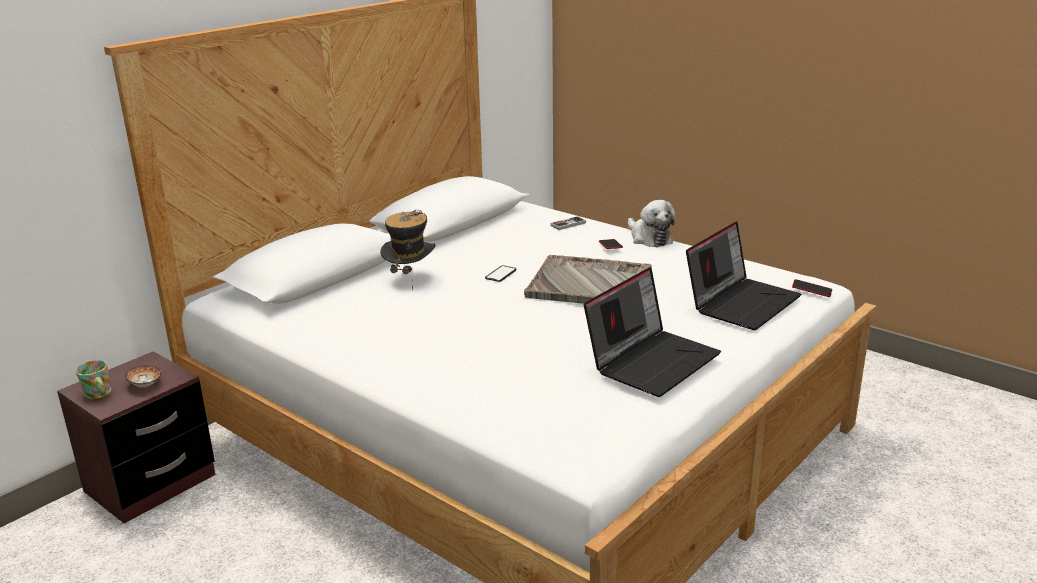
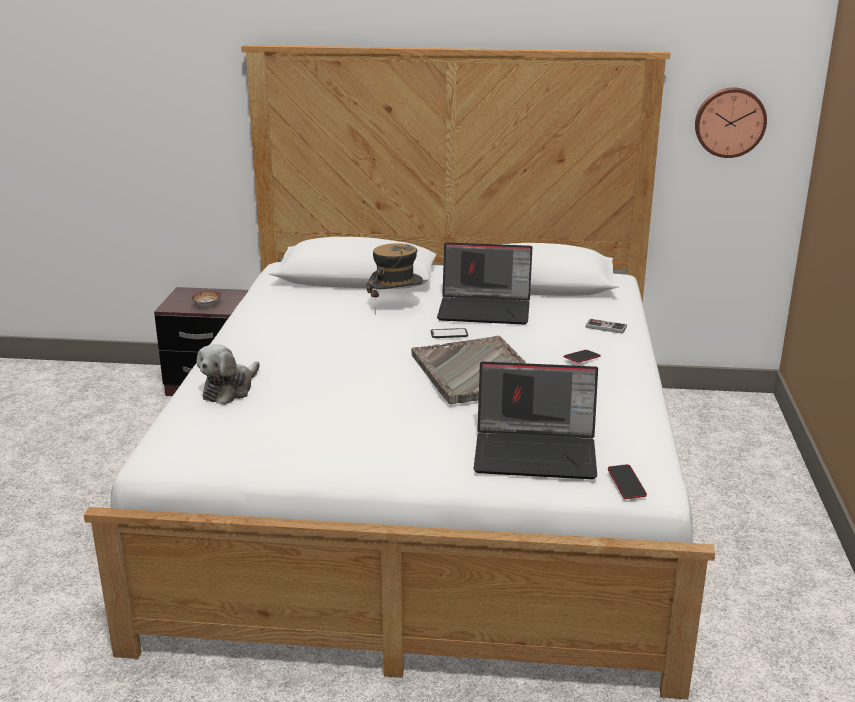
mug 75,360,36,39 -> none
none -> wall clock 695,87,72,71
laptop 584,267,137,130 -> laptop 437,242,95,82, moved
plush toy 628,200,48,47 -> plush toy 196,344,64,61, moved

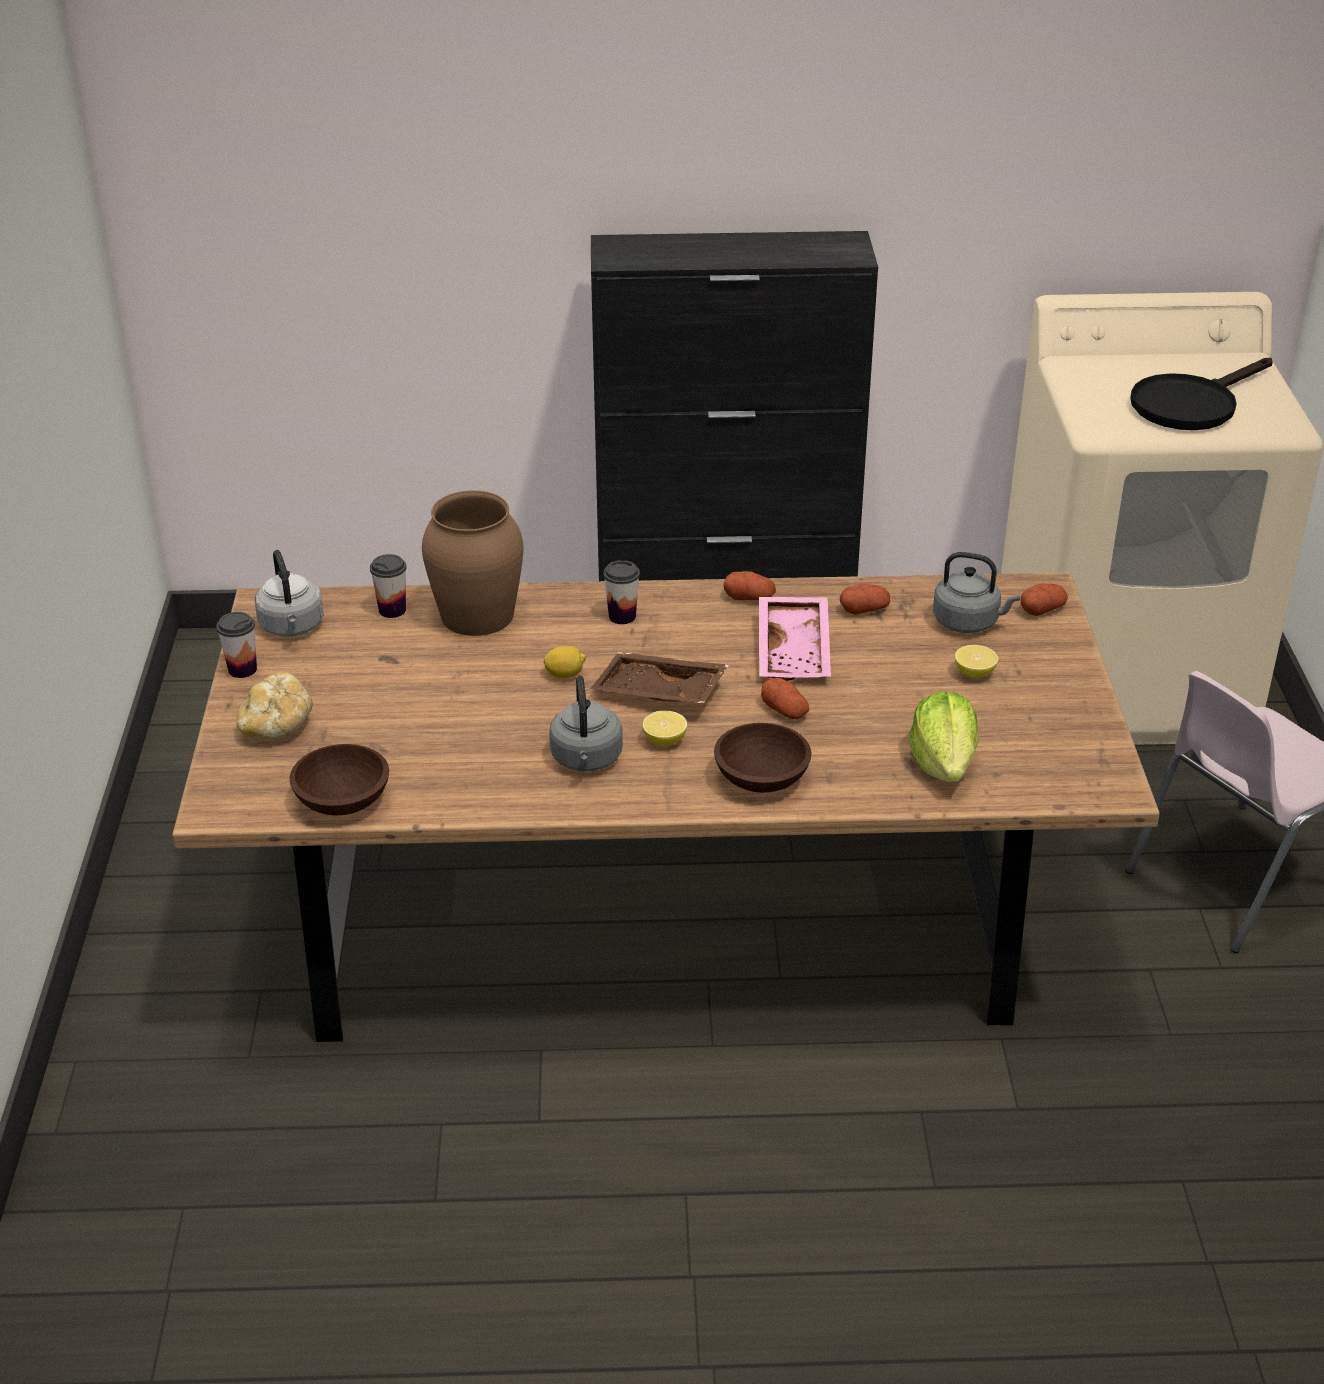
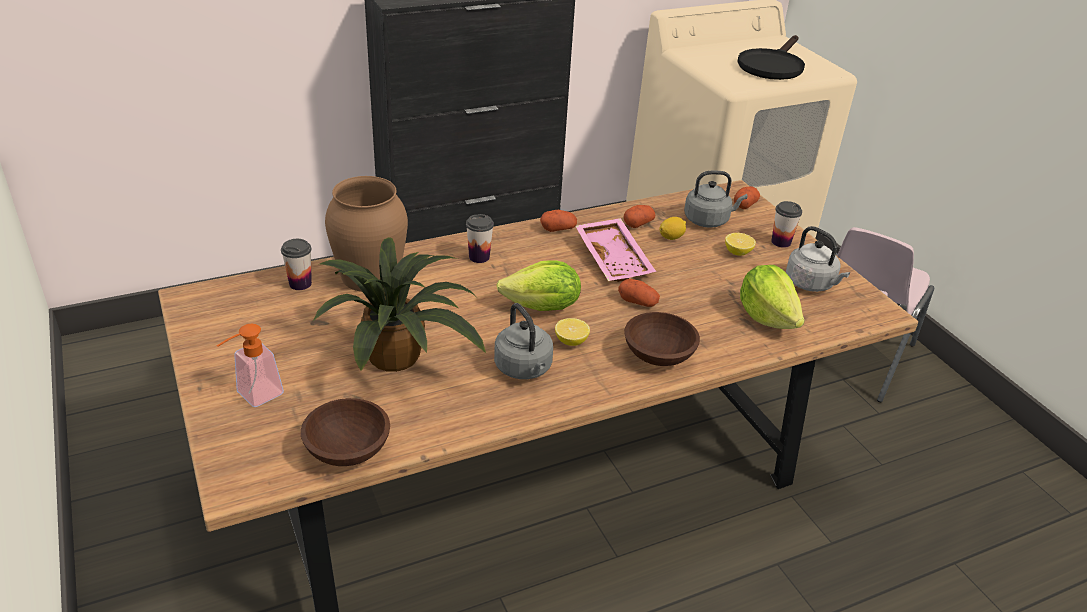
none -> potted plant 313,237,173,135
cup 216,612,41,66 -> cup 771,201,31,47, moved
grey kettle 255,550,69,87 -> grey kettle 786,226,64,66, moved
lemon 543,646,43,33 -> lemon 659,217,27,23, moved
bread 237,672,76,67 -> soap dispenser 216,324,68,83
brown tray 590,652,139,52 -> lettuce 496,260,85,51

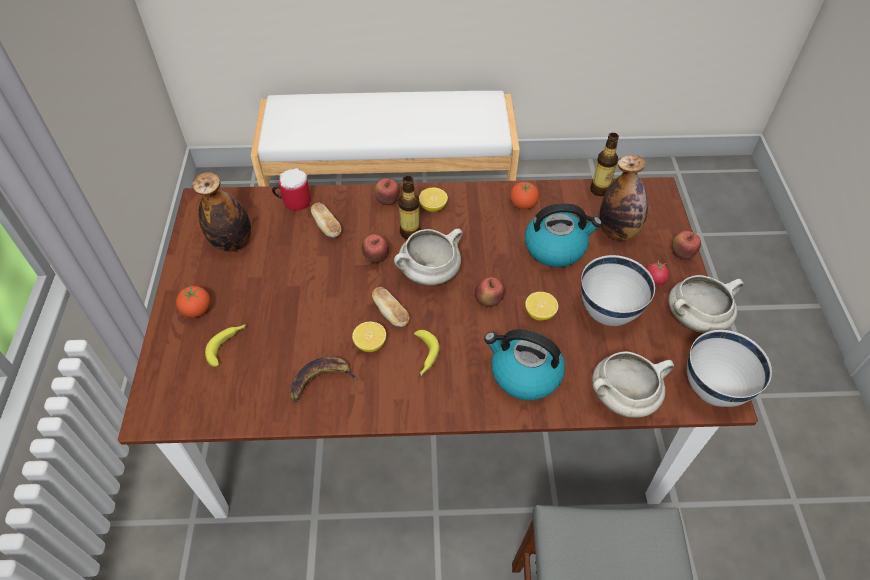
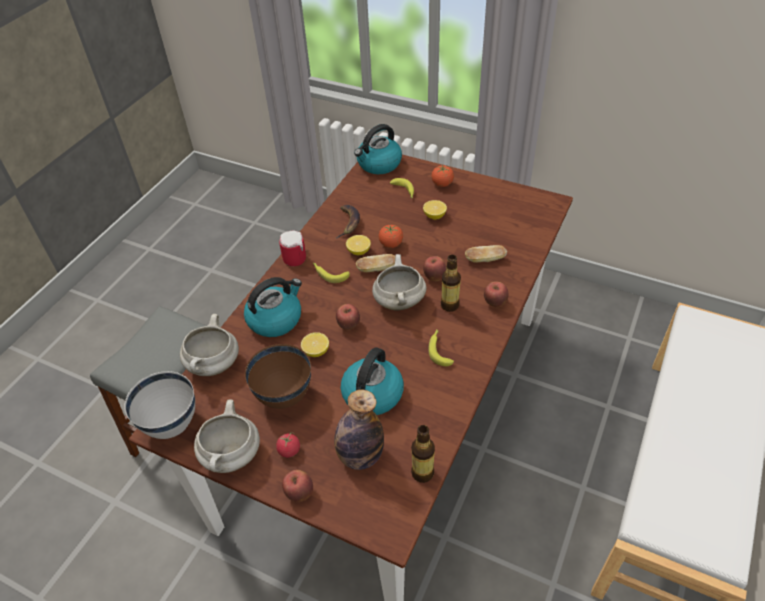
bottle 193,172,58,80 -> none
none -> kettle 354,124,48,50
none -> banana 428,329,26,37
mug 272,168,39,43 -> mug 279,230,27,36, moved
lemon 419,187,29,25 -> lemon 423,200,24,20, moved
tomato 510,181,29,29 -> tomato 379,225,24,23, moved
white bowl 581,255,74,71 -> brown bowl 245,344,66,65

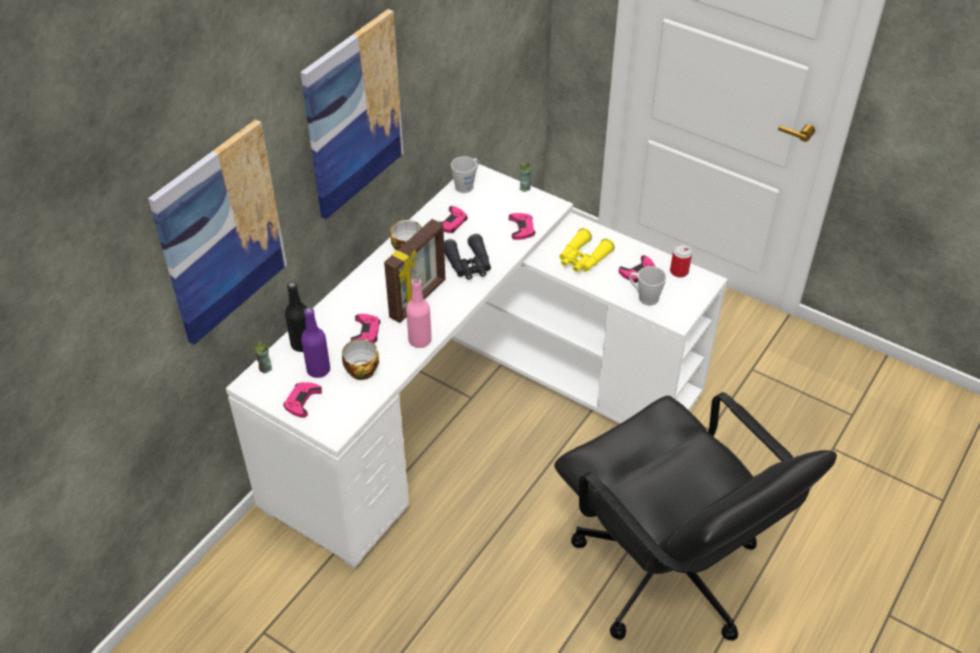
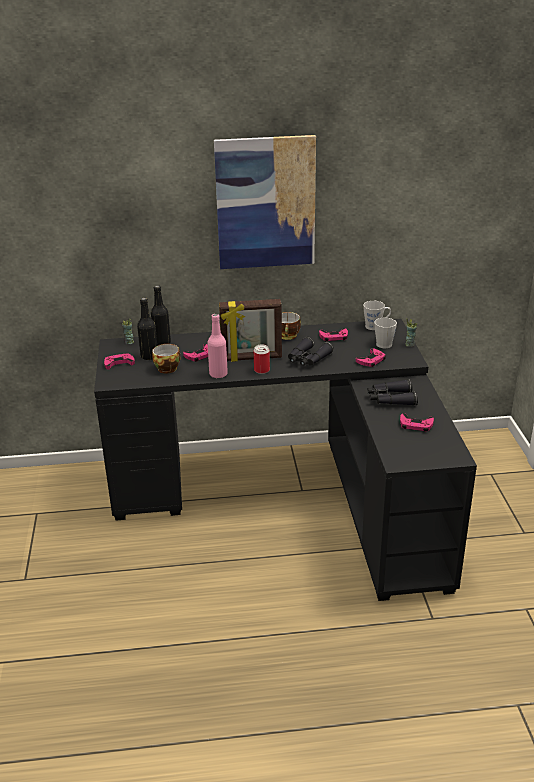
picture 148,119,139,226 -> none
black office chair 554,392,283,249 -> none
grey mug 629,266,37,39 -> grey mug 375,318,22,30, moved
can 670,244,22,33 -> can 254,344,16,30, moved
white desk 226,164,501,405 -> black desk 94,319,383,282
purple bottle 301,307,29,71 -> black bottle 137,298,20,62
yellow binoculars 559,228,56,44 -> black binoculars 367,379,51,27

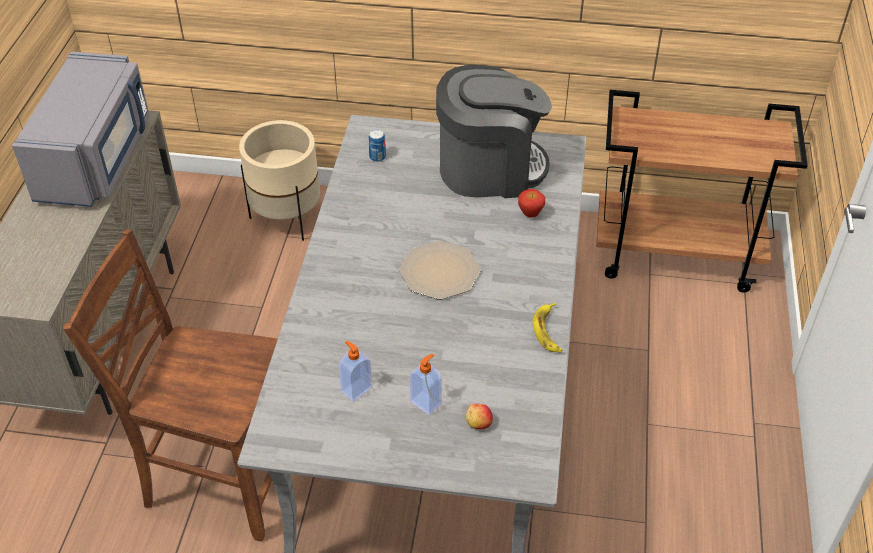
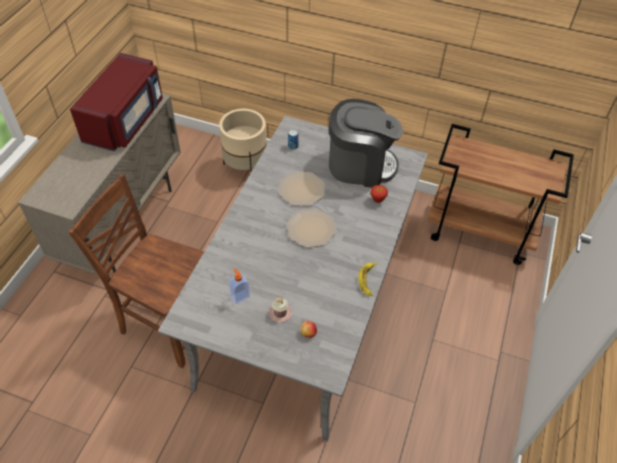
none -> plate 278,172,47,34
soap dispenser 410,354,32,61 -> pink mug 269,298,23,24
grey microwave 12,52,138,155 -> red microwave 70,53,93,99

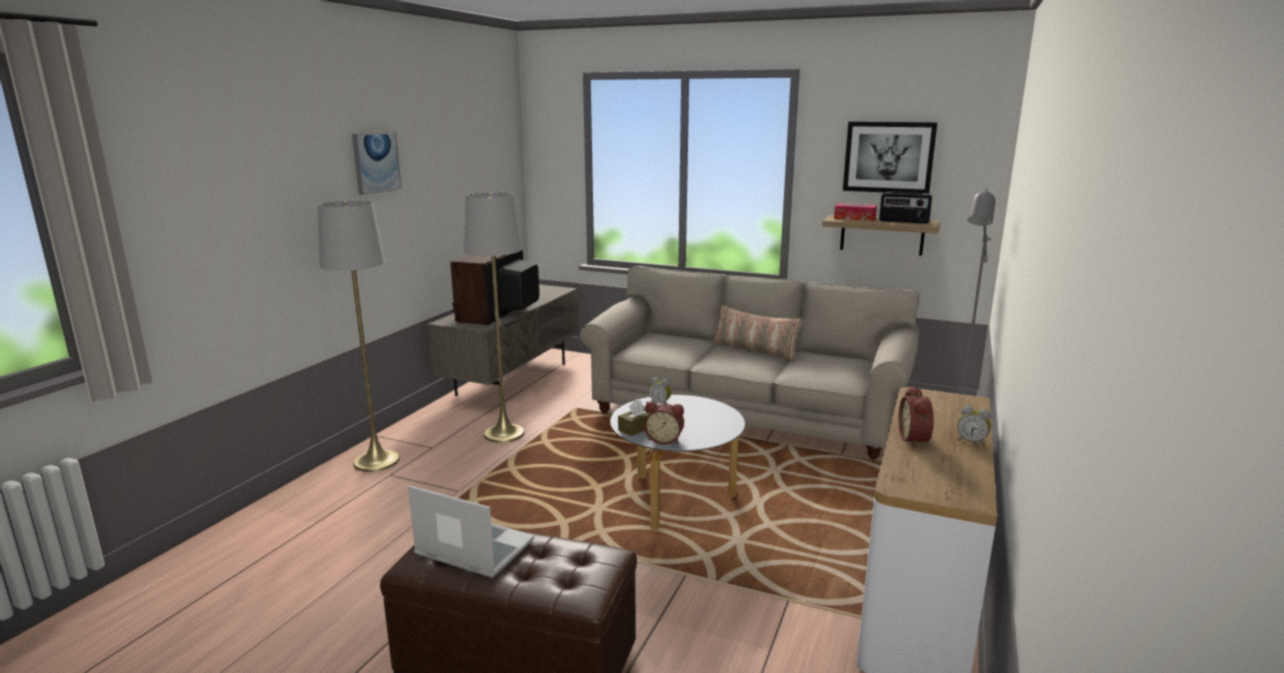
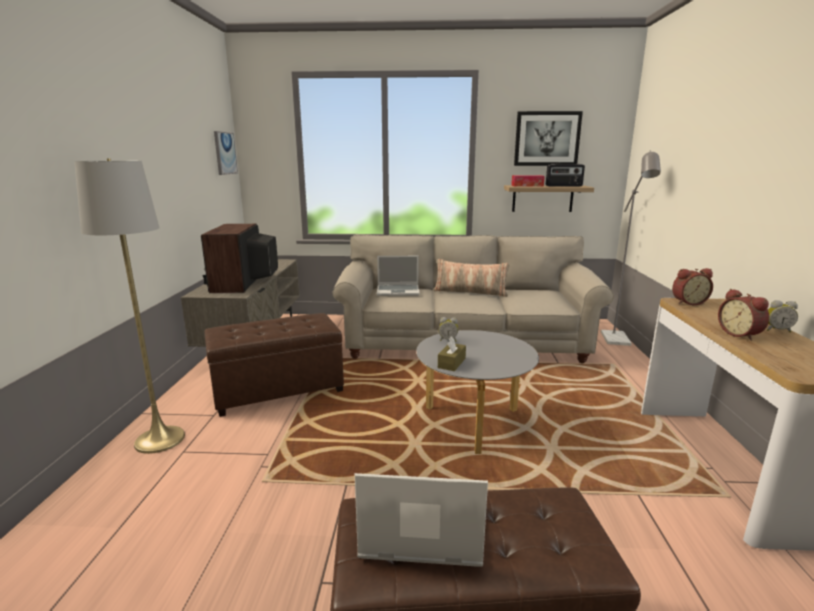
none -> laptop 377,256,43,40
picture 352,132,50,63 -> picture 214,131,24,44, moved
alarm clock 644,401,40,44 -> alarm clock 672,268,41,37, moved
grey floor lamp 464,192,61,251 -> brown ottoman 204,313,140,104

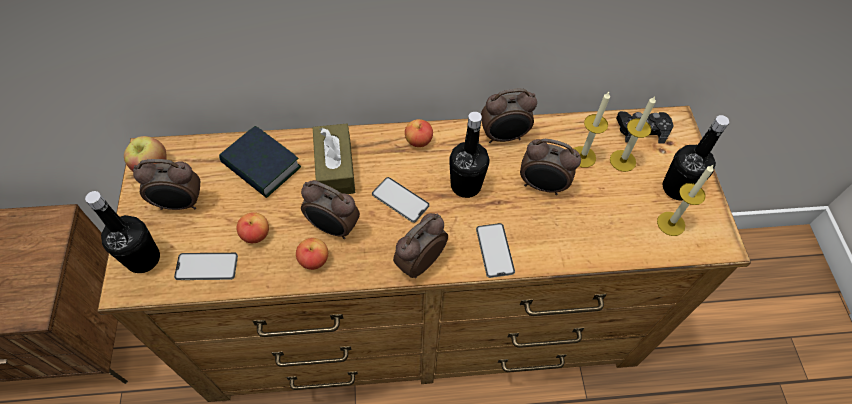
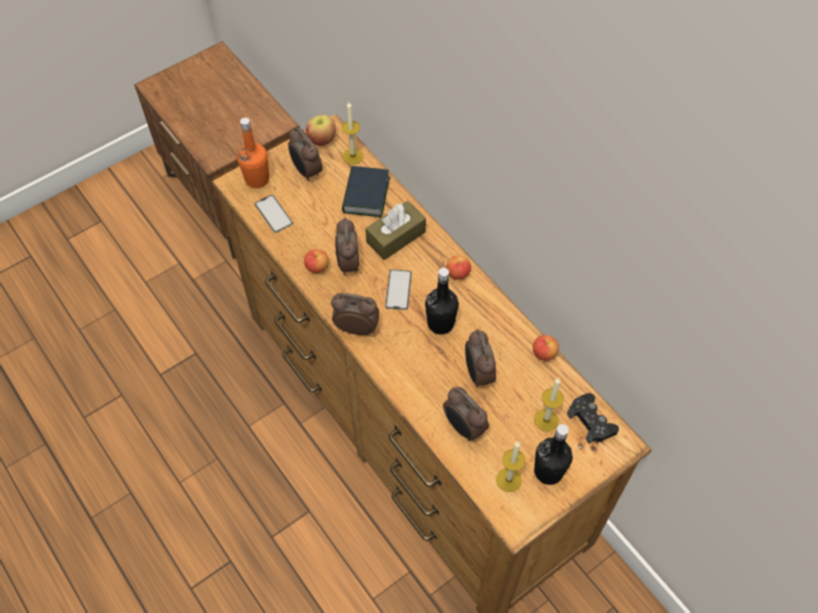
phone 476,223,39,55 -> none
apple 237,212,32,31 -> apple 533,335,26,26, moved
alarm clock 481,89,56,54 -> alarm clock 443,387,46,55, moved
candle 574,92,36,76 -> candle 342,102,21,63, moved
black bottle 85,191,75,82 -> orange bottle 237,118,32,70

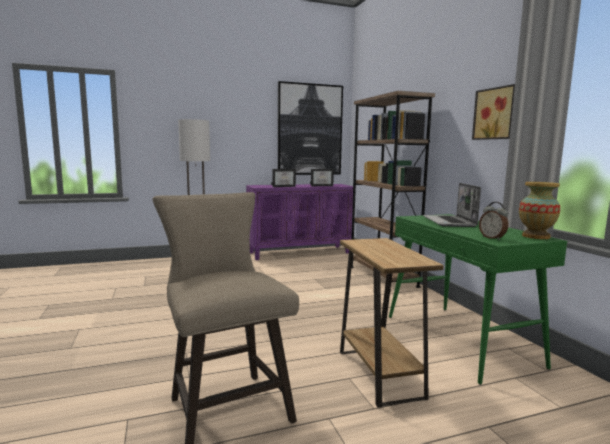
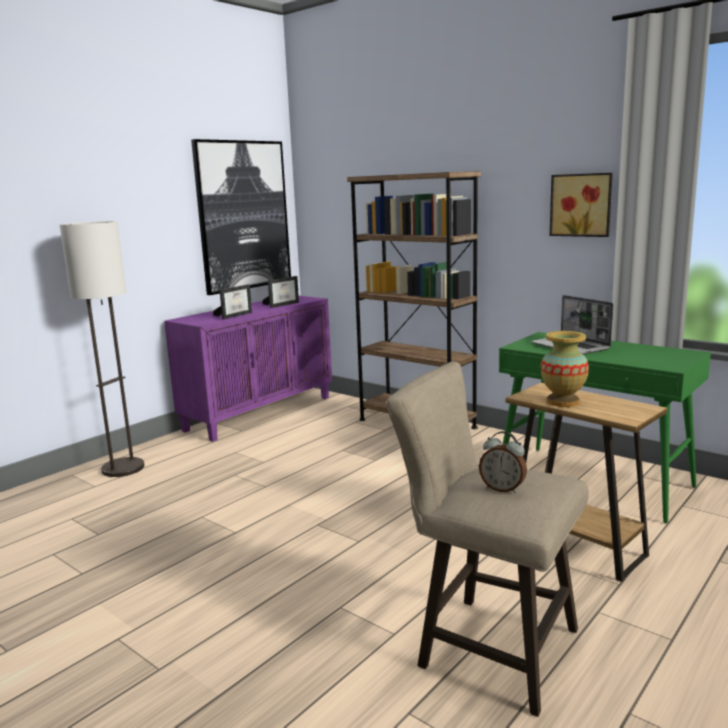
alarm clock 479,202,29,38 -> alarm clock 479,431,48,62, moved
vase 519,182,41,57 -> vase 541,331,48,76, moved

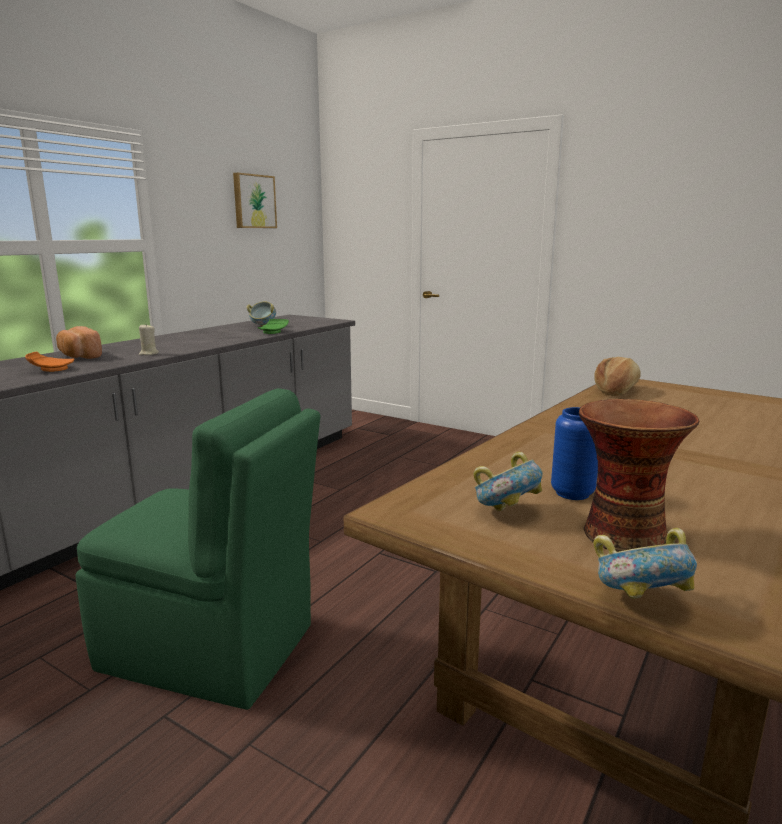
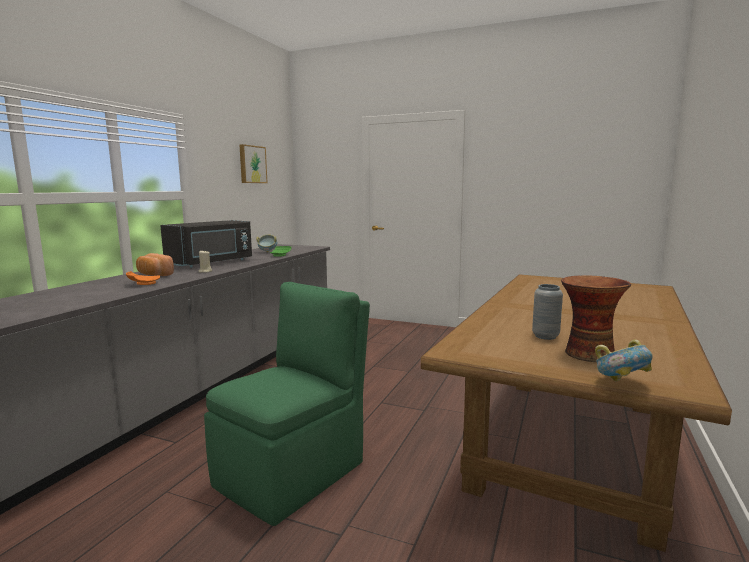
bowl 473,452,70,59 -> none
bread 594,357,46,39 -> none
none -> black microwave 160,220,92,48
blue vase 551,407,47,93 -> grey vase 532,284,31,56
green chair 76,388,245,322 -> green chair 204,282,166,244, 60 degrees counterclockwise

